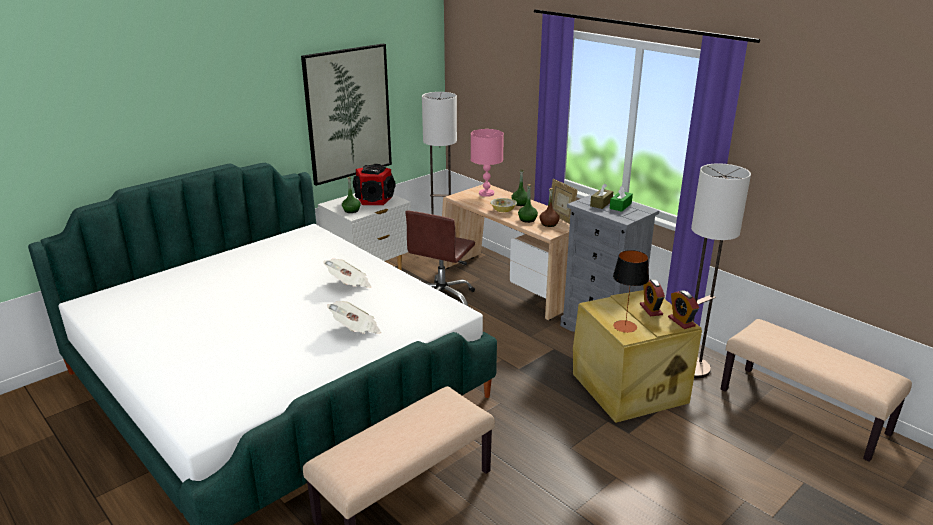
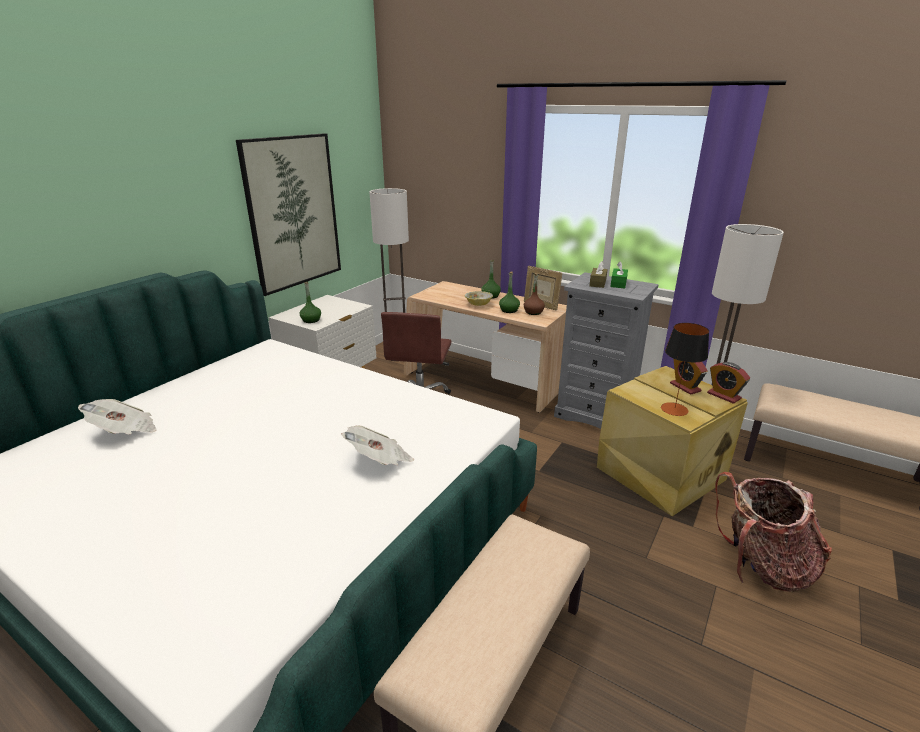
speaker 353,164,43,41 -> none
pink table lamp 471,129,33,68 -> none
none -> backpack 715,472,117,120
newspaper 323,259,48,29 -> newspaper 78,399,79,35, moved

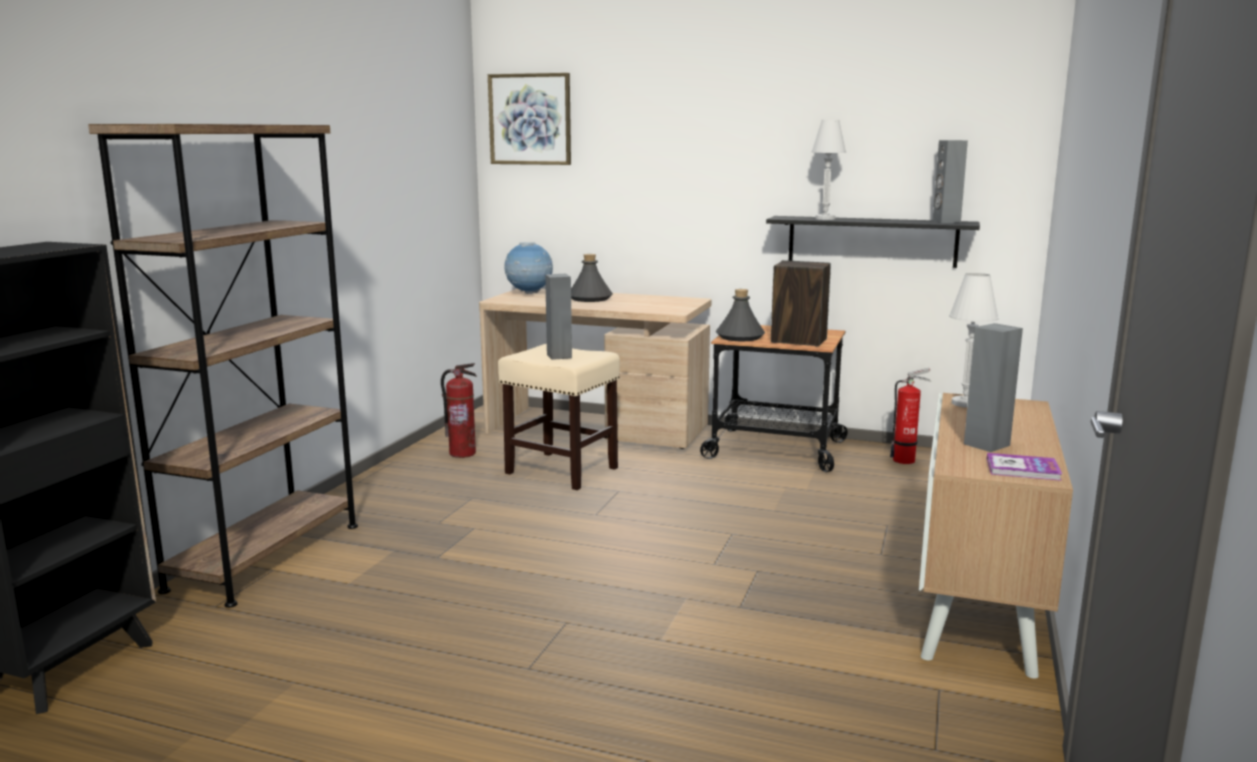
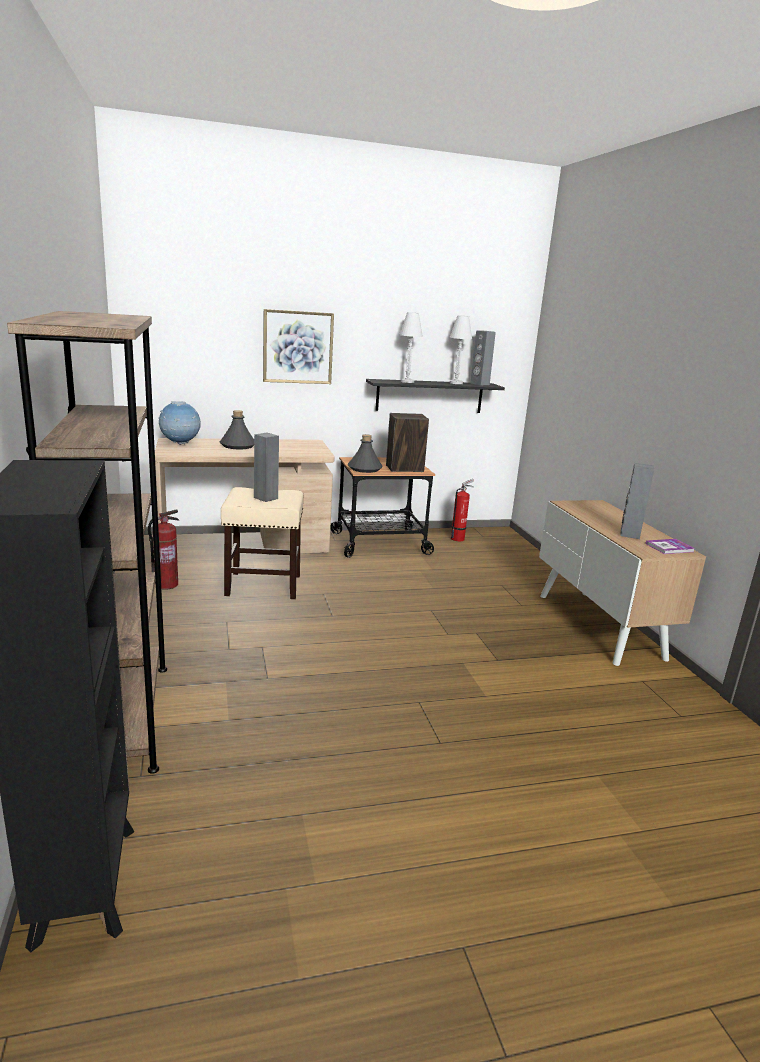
picture 488,73,83,92 -> picture 263,309,71,75, moved
white table lamp 949,273,50,135 -> white table lamp 449,315,23,69, moved

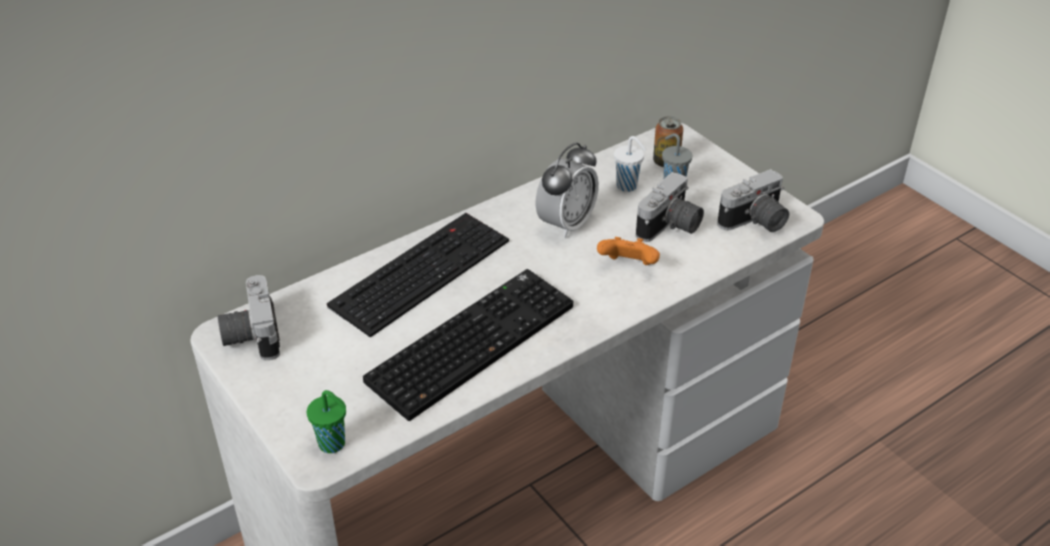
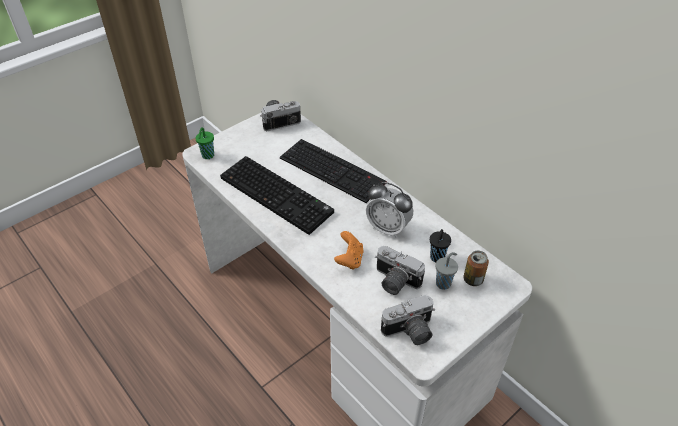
white cup 614,136,33,56 -> black cup 430,229,21,33
photo camera 717,169,72,63 -> photo camera 381,295,54,50, 75 degrees counterclockwise

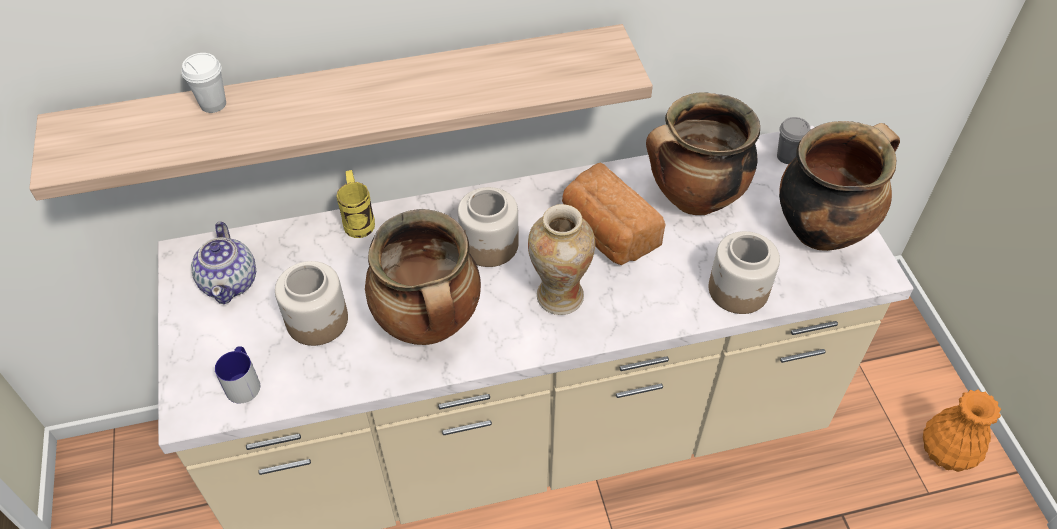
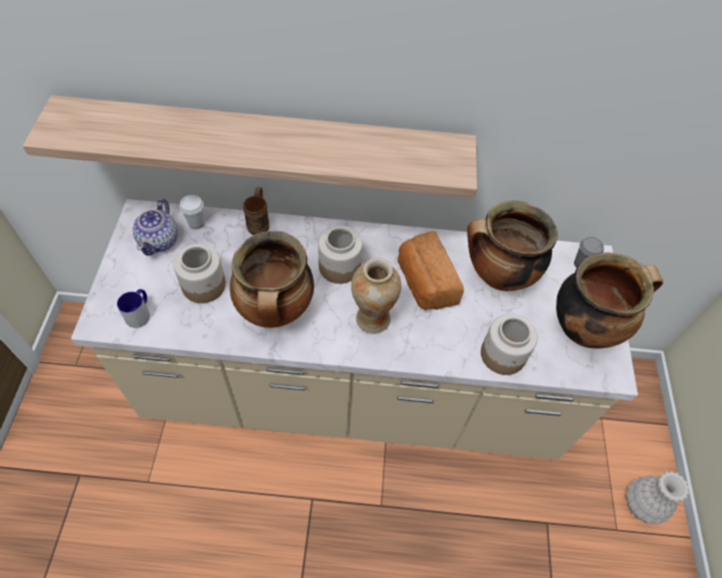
white cup 182,53,44,60 -> white cup 180,195,25,35, moved
yellow mug 337,170,38,68 -> brown mug 243,187,26,48
orange vase 923,389,78,83 -> white vase 625,471,64,53

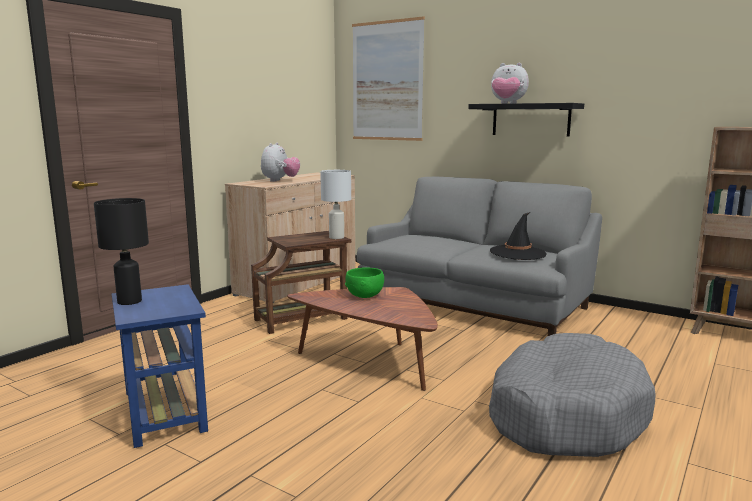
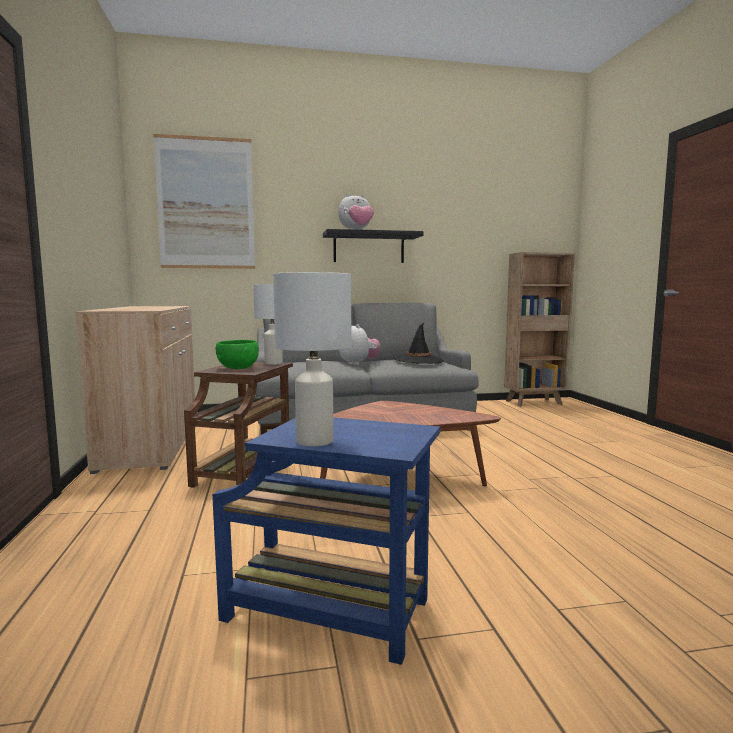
grey dog bed 489,333,166,124 -> none
plush toy 261,142,39,40 -> plush toy 339,324,41,41, moved
green bowl 345,267,39,31 -> green bowl 216,340,43,29, moved
black table lamp 94,198,55,107 -> white table lamp 273,272,78,175

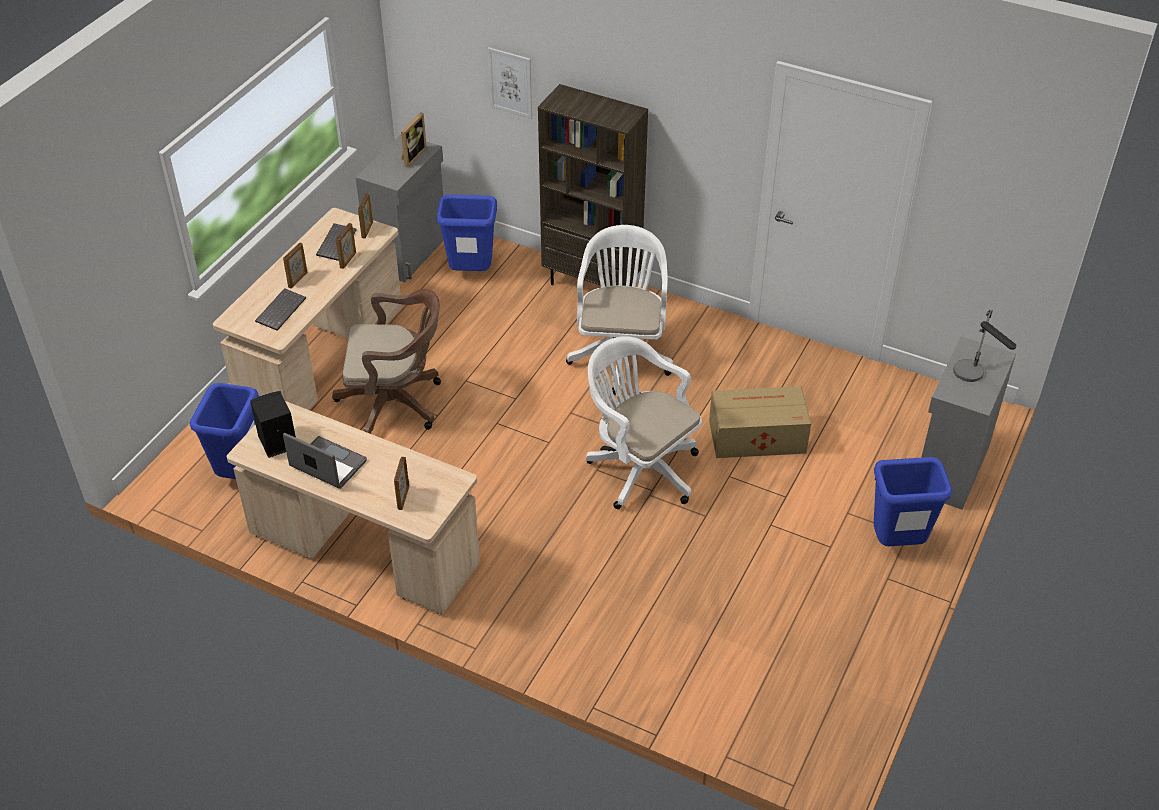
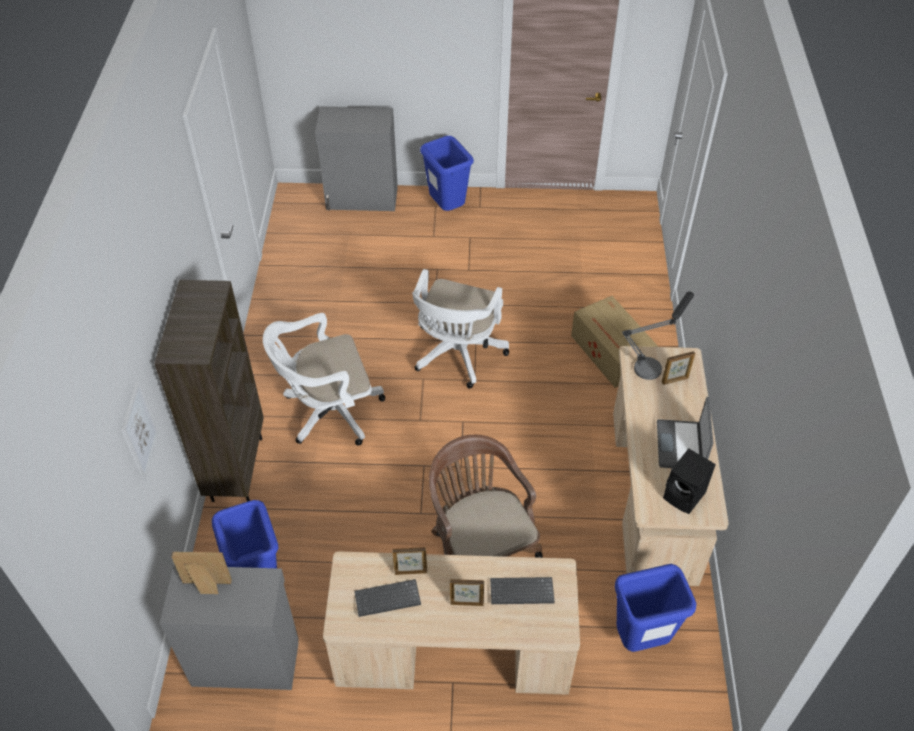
picture frame 358,193,15,46 -> none
cardboard box 709,386,102,72 -> cardboard box 571,296,87,92, moved
table lamp 953,310,63,72 -> table lamp 622,292,72,88, moved

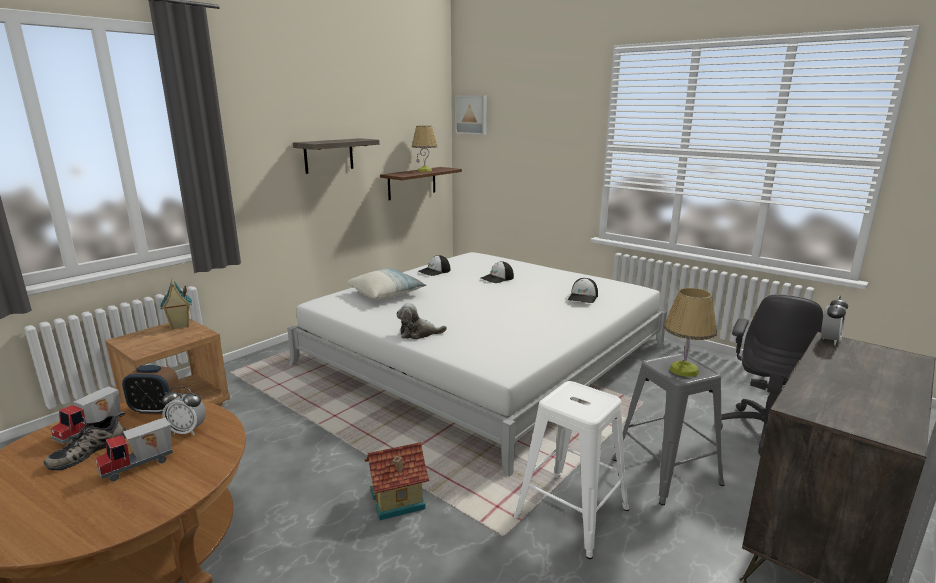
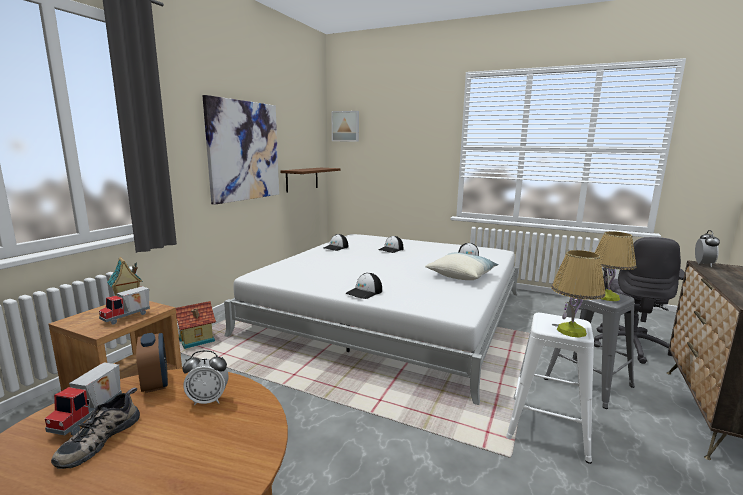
toy truck 96,418,77,63 -> toy truck 99,286,51,39, moved
pillow 346,269,80,31 -> pillow 425,252,74,28, moved
toy house 365,442,64,78 -> toy house 176,301,40,48, moved
table lamp 412,126,25,46 -> table lamp 551,250,54,87, moved
shelf 293,138,86,36 -> picture 203,95,76,110
plush toy 396,303,51,37 -> cap 346,273,36,26
alarm clock 122,365,59,50 -> alarm clock 136,333,32,60, 105 degrees counterclockwise

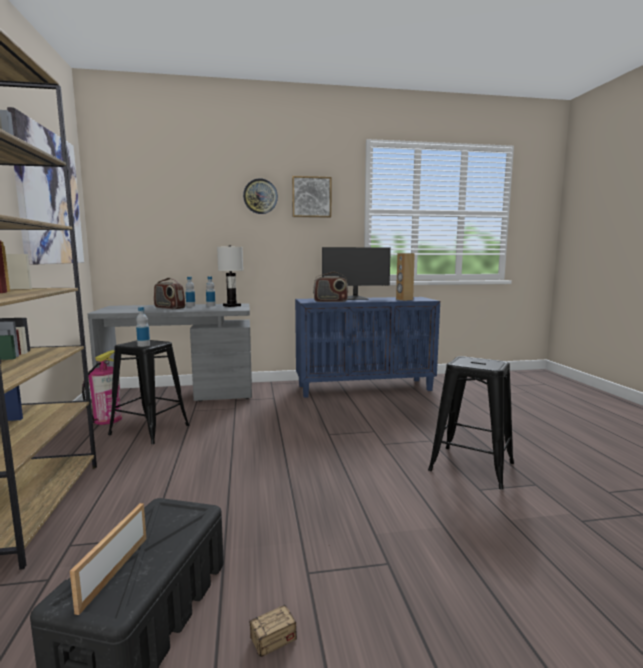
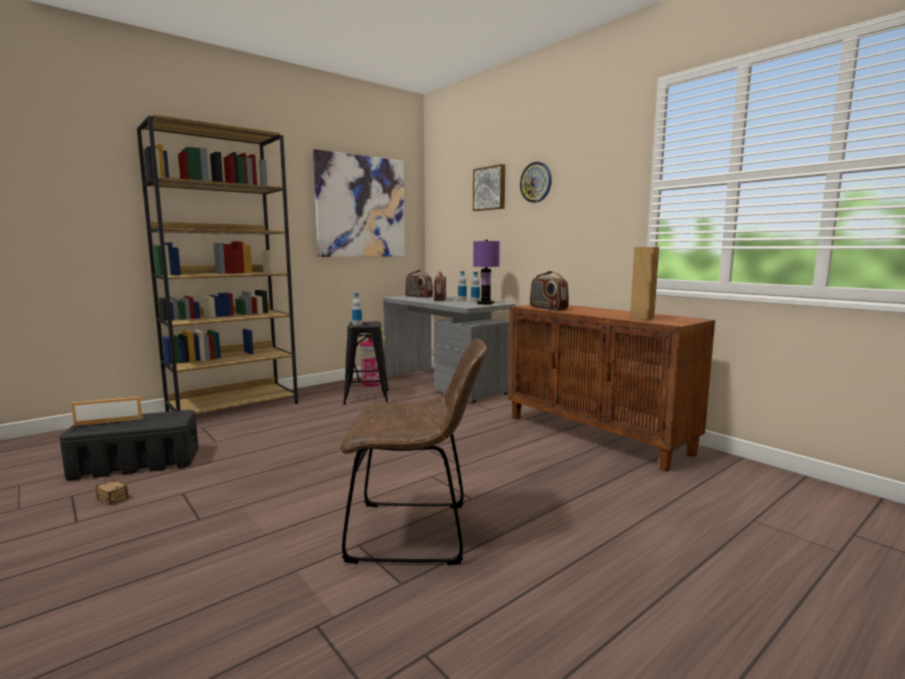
monitor 322,247,69,53 -> none
none -> radio 405,270,28,28
picture 292,176,39,42 -> picture 473,164,32,47, moved
black stool 428,356,86,133 -> brown chair 340,338,147,227
white table lamp 217,245,26,62 -> purple table lamp 473,240,27,65
blue cabinet 295,297,145,101 -> brown cabinet 508,305,207,167

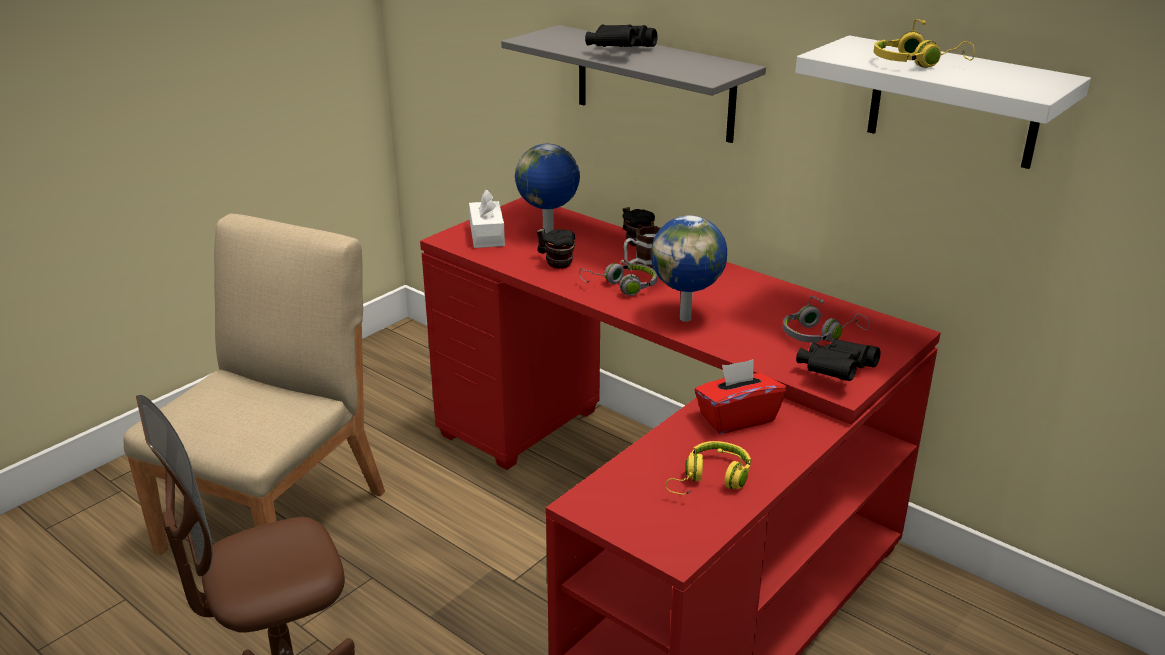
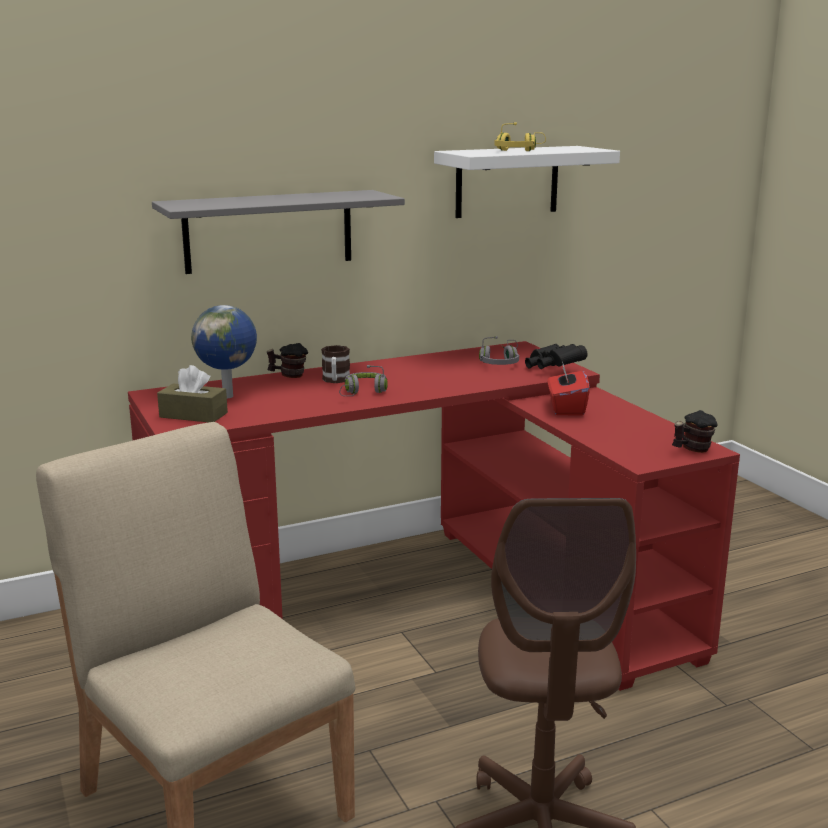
black binoculars 585,24,73,23 -> none
globe 651,215,76,107 -> none
yellow headphones 665,441,86,54 -> none
mug 536,229,39,40 -> mug 672,410,45,43, moved
white tissue box 469,189,36,59 -> brown tissue box 157,365,71,57

